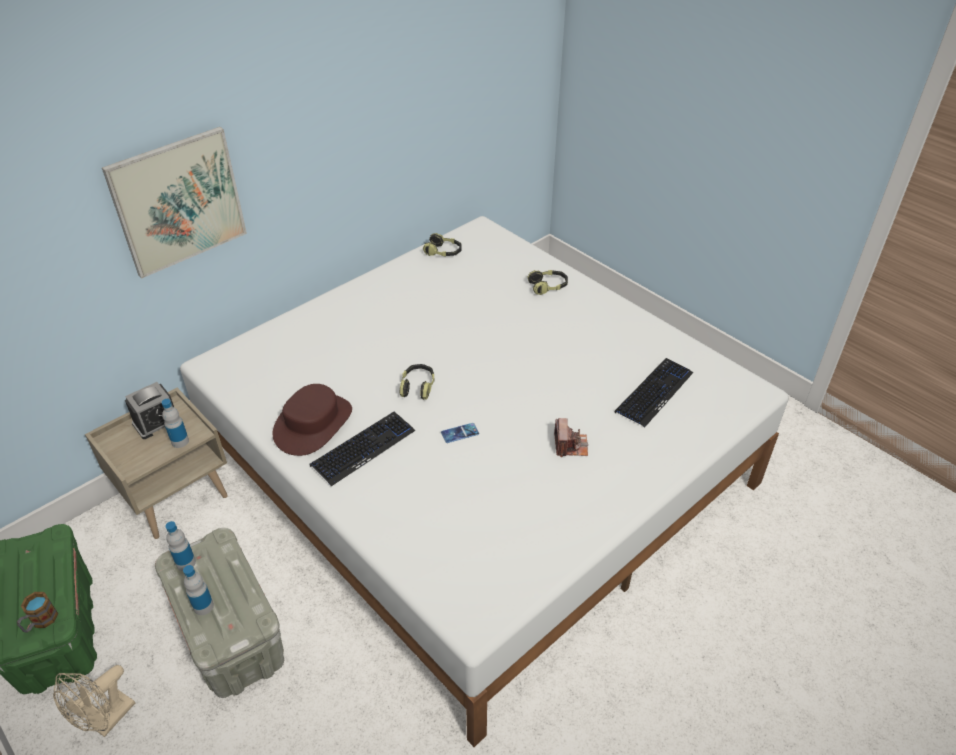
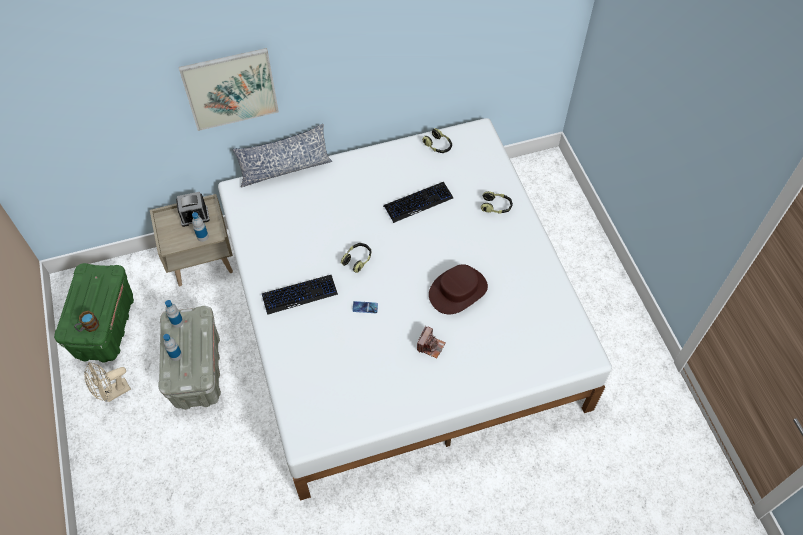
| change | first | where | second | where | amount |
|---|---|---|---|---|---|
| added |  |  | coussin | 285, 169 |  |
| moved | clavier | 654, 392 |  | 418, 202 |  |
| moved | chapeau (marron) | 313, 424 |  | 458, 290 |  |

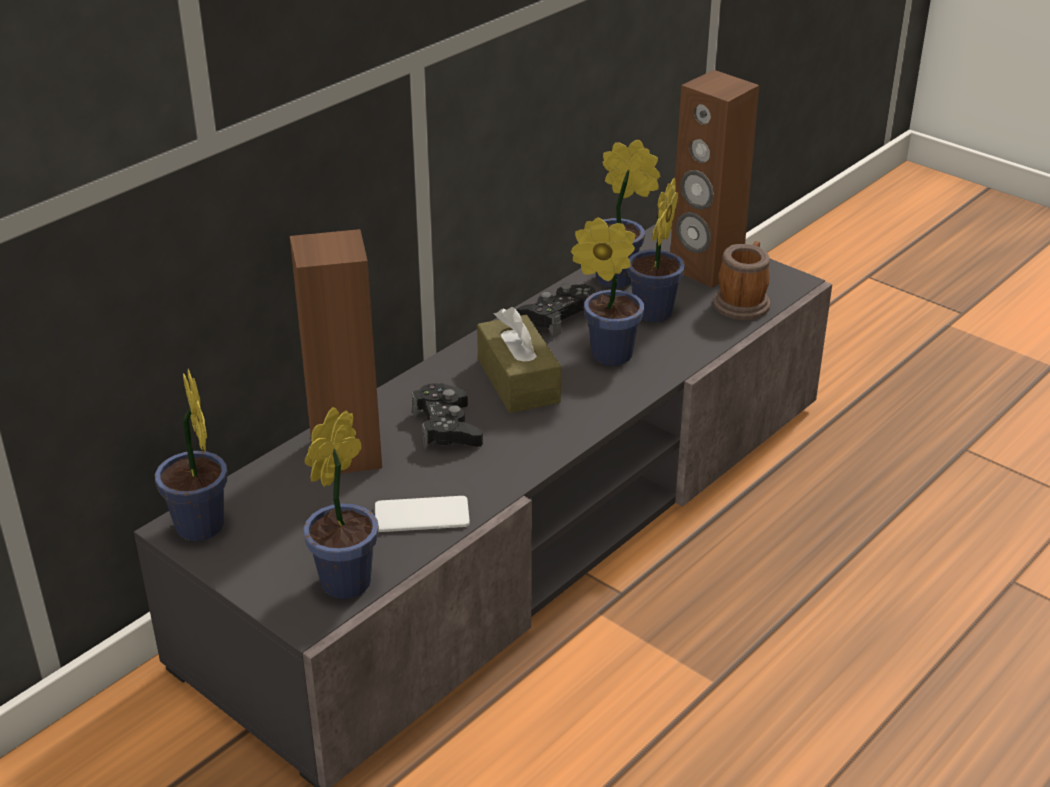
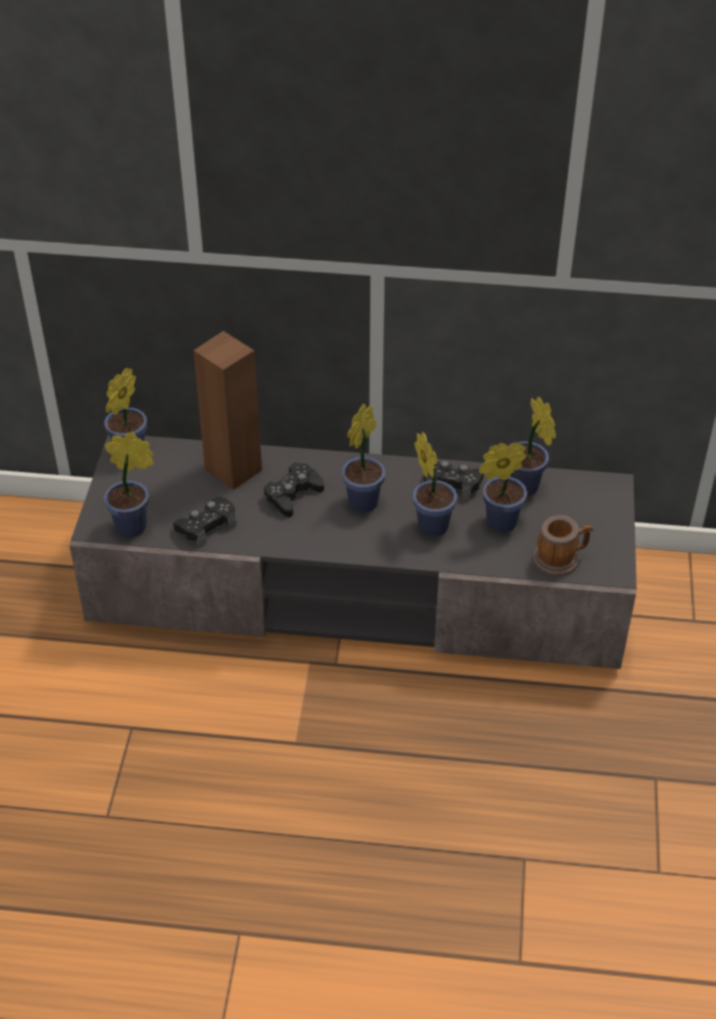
| change | first | where | second | where | amount |
|---|---|---|---|---|---|
| replaced | téléphone | 422, 515 | manette (noir) | 207, 526 |  |
| replaced | boîte à mouchoirs (marron) | 518, 381 | plante en pot | 365, 500 |  |
| removed | enceinte (marron) | 705, 269 |  |  |  |

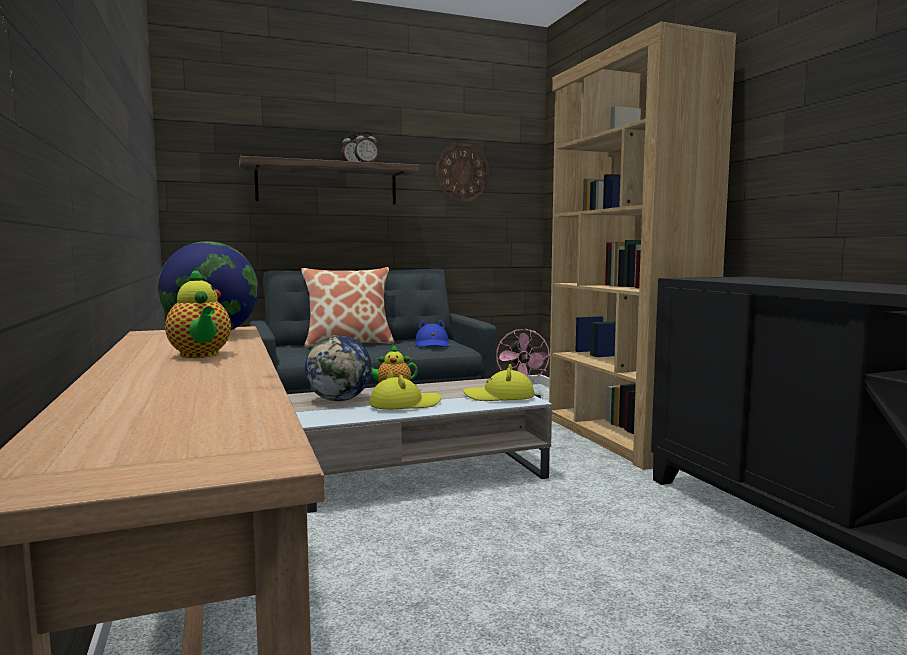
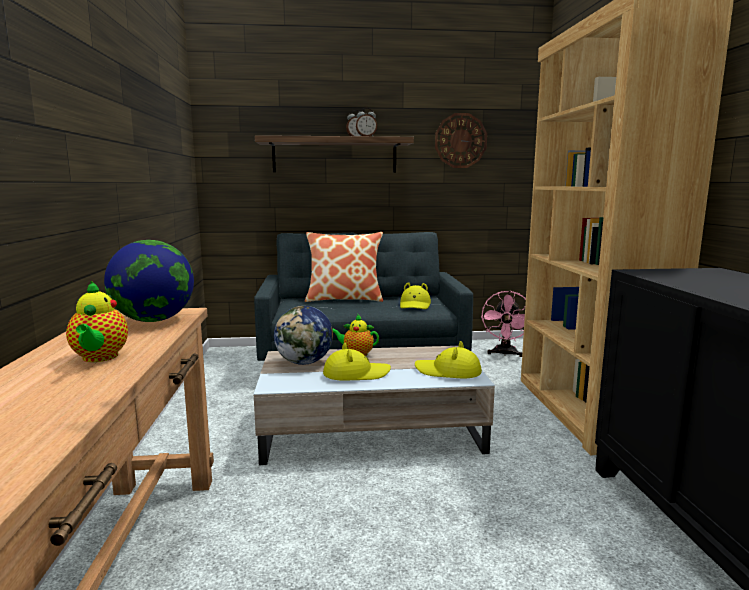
| change | first | where | second | where | amount |
|---|---|---|---|---|---|
| recoloured | chapeau (bleu) | 432, 345 | chapeau (jaune) | 415, 305 |  |

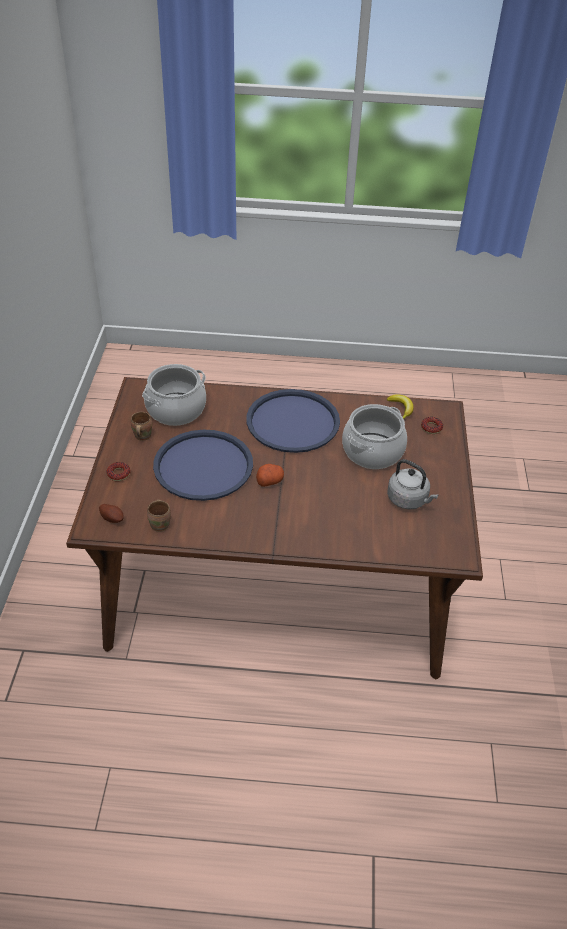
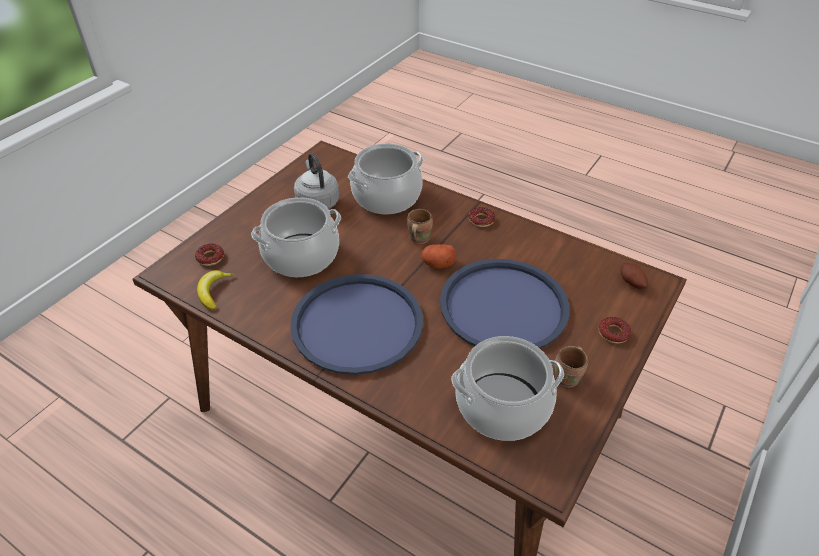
| change | first | where | second | where | amount |
|---|---|---|---|---|---|
| added |  |  | marmite | 386, 196 |  |
| moved | mug (marron) | 161, 524 |  | 418, 239 |  |
| added |  |  | beignet | 481, 220 |  |

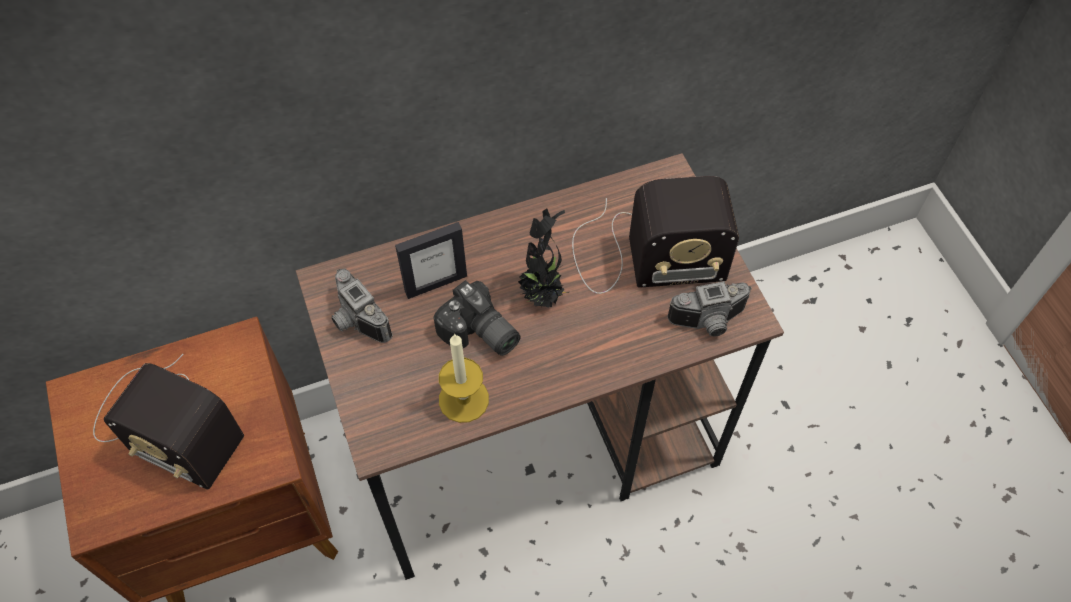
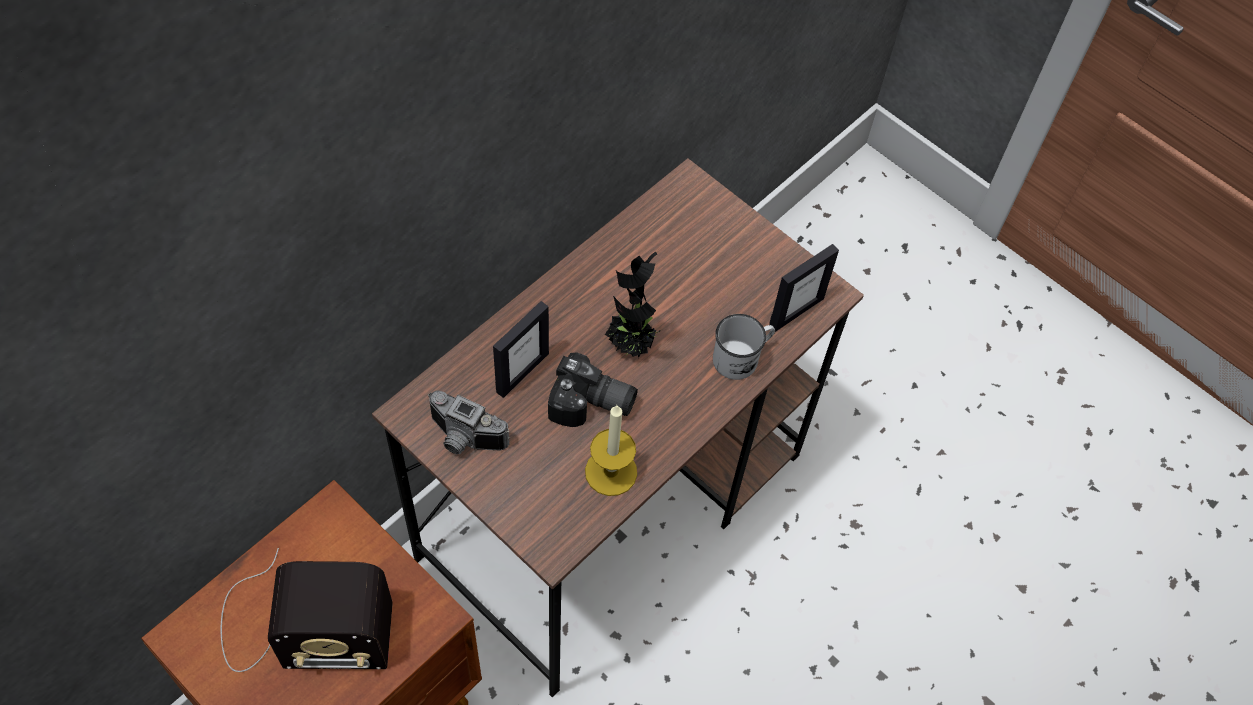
| change | first | where | second | where | amount |
|---|---|---|---|---|---|
| added |  |  | mug (blanc) | 742, 357 |  |
| replaced | appareil photo | 709, 323 | cadre photo | 796, 311 |  |
| removed | radio | 642, 254 |  |  |  |

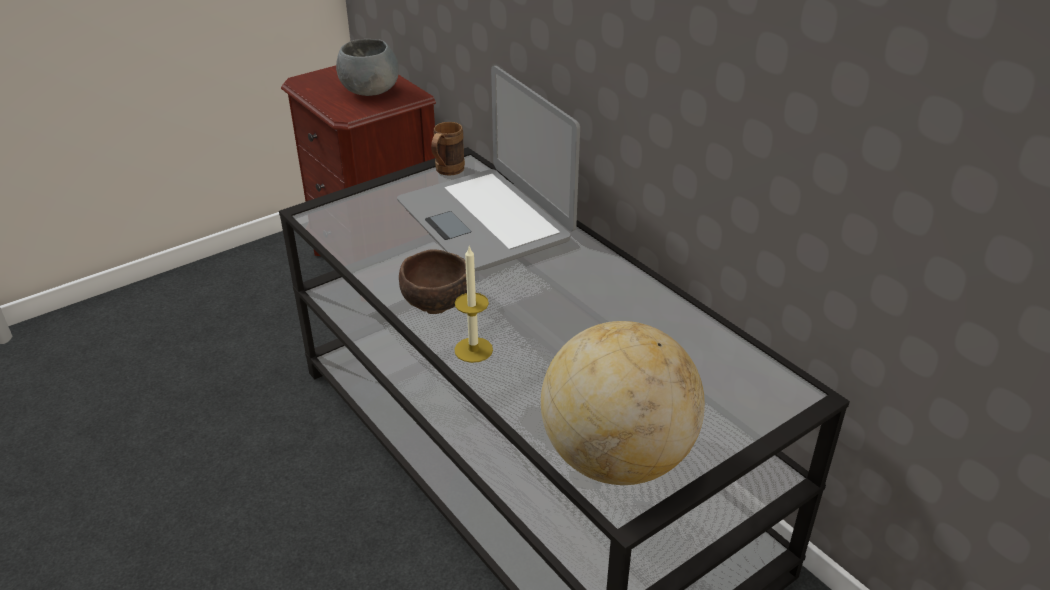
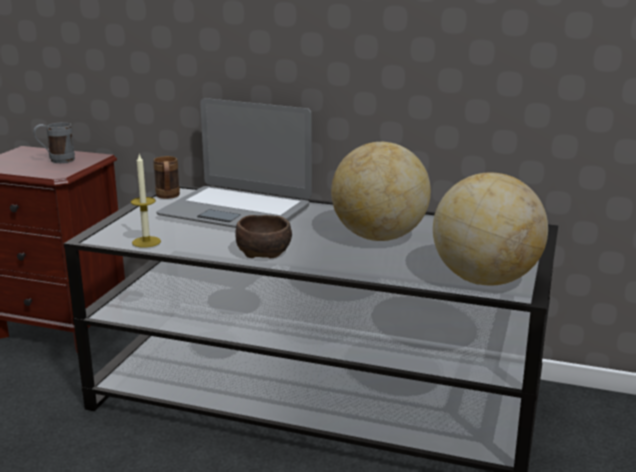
| change | first | where | second | where | amount |
|---|---|---|---|---|---|
| replaced | bol (gris) | 369, 91 | mug (gris) | 56, 161 |  |
| moved | bougie | 473, 350 |  | 146, 242 |  |
| added |  |  | globe | 379, 237 |  |

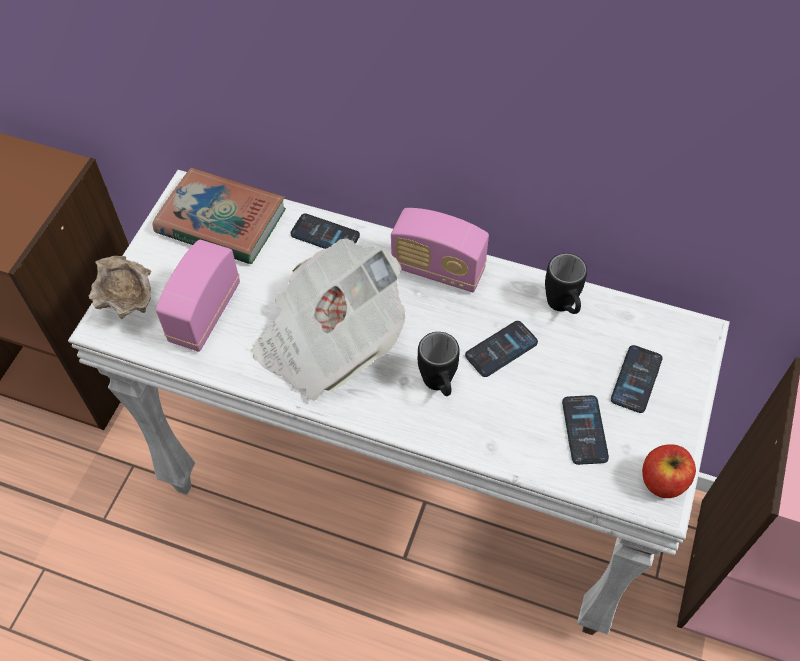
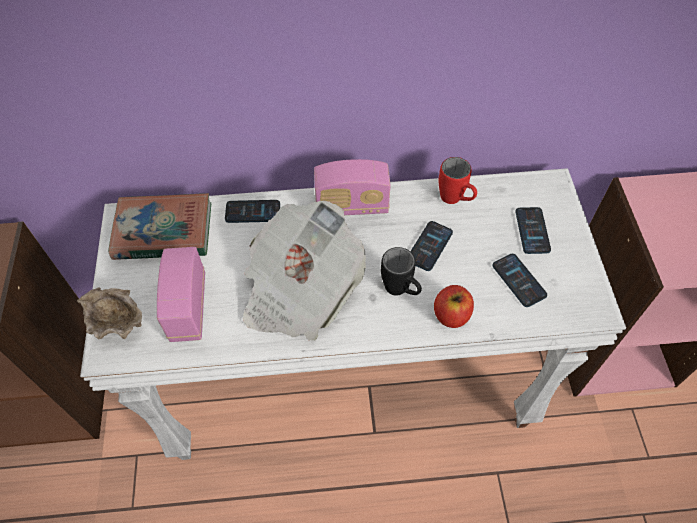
| change | first | where | second | where | amount |
|---|---|---|---|---|---|
| moved | pomme | 663, 480 |  | 451, 315 |  |
| recoloured | mug (noir) | 563, 308 | mug (rouge) | 455, 200 |  |

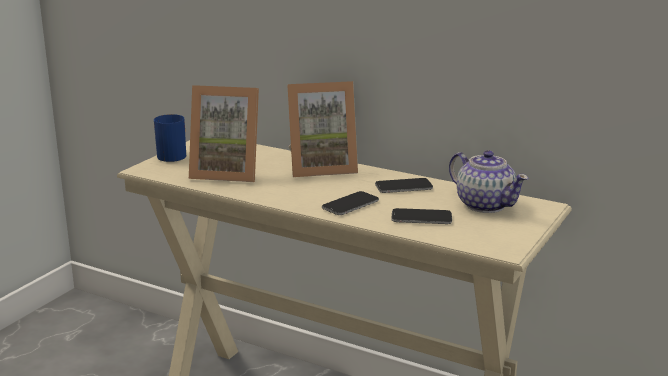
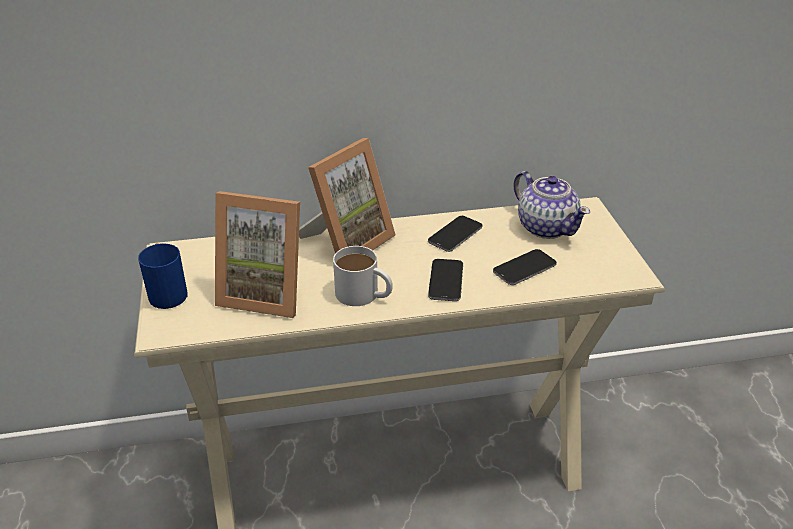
| change | first | where | second | where | amount |
|---|---|---|---|---|---|
| turned | cadre photo | 227, 172 |  | 265, 292 | 45 degrees clockwise |
| added |  |  | mug (blanc) | 364, 295 |  |
| turned | théière | 485, 205 |  | 546, 227 | 45 degrees clockwise |

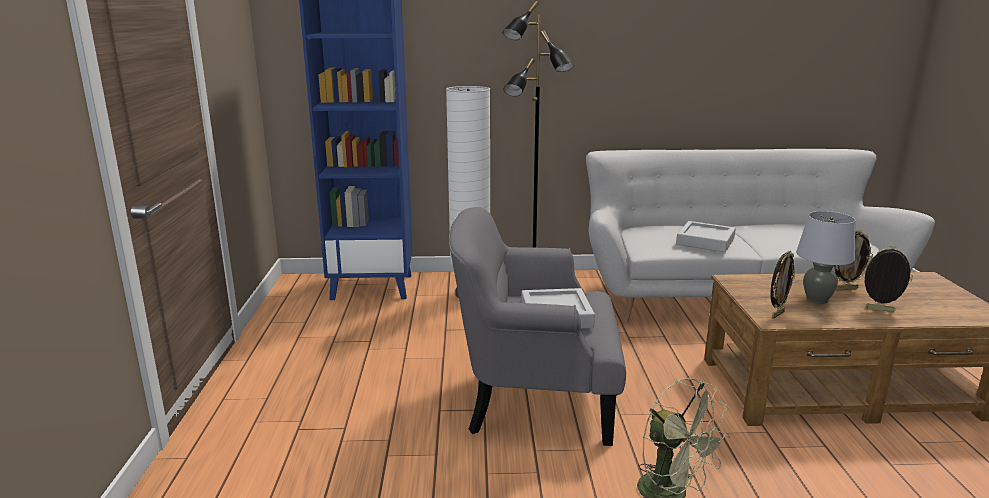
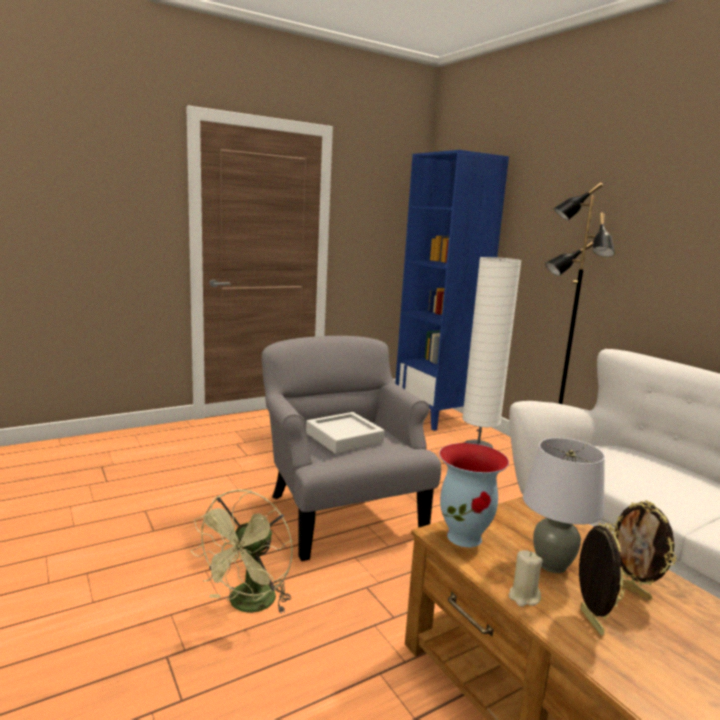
| change | first | where | second | where | amount |
|---|---|---|---|---|---|
| replaced | cadre photo | 777, 314 | vase | 465, 537 |  |
| added |  |  | bougie (beige) | 523, 597 |  |
| removed | plateau (gris) | 705, 241 |  |  |  |

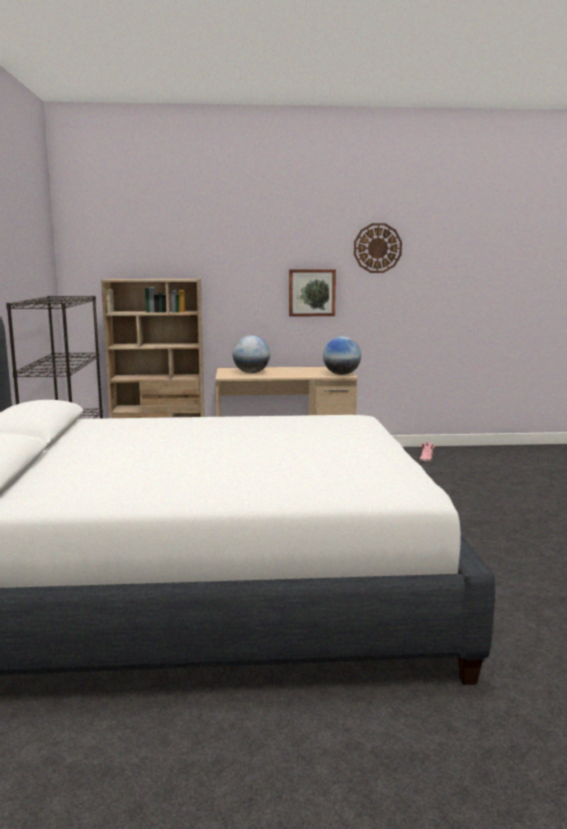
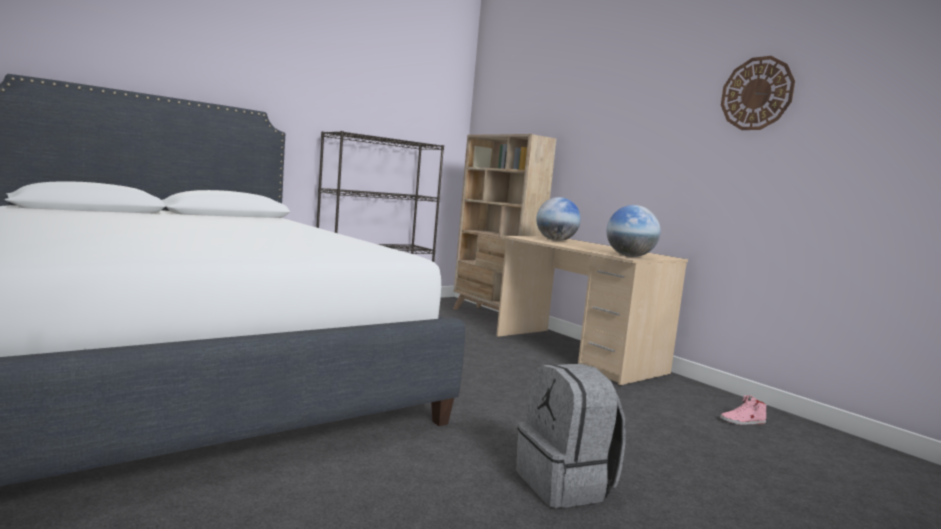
| change | first | where | second | where | amount |
|---|---|---|---|---|---|
| added |  |  | sac à dos (gris) | 565, 484 |  |
| removed | tableau | 311, 292 |  |  |  |

